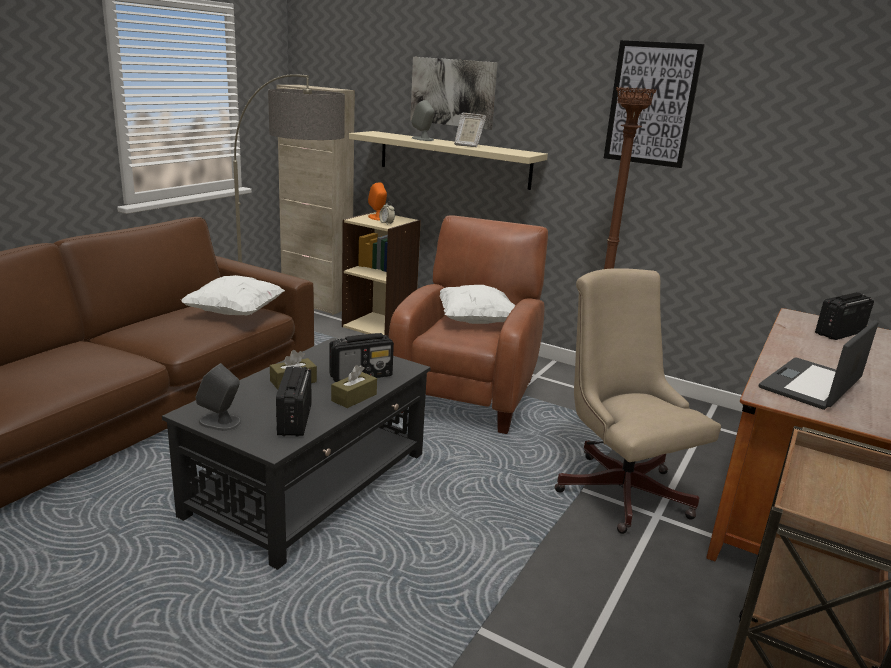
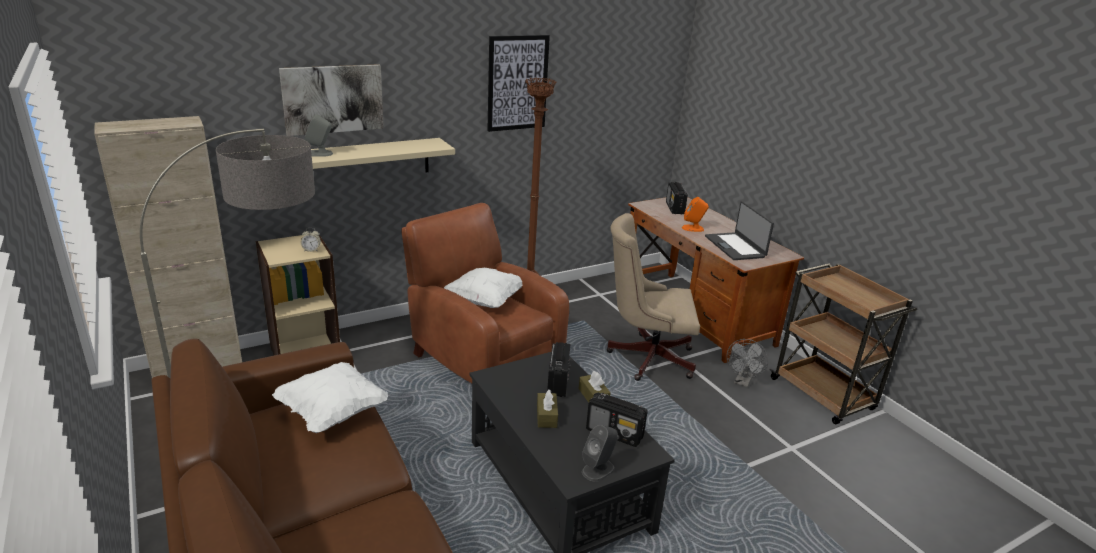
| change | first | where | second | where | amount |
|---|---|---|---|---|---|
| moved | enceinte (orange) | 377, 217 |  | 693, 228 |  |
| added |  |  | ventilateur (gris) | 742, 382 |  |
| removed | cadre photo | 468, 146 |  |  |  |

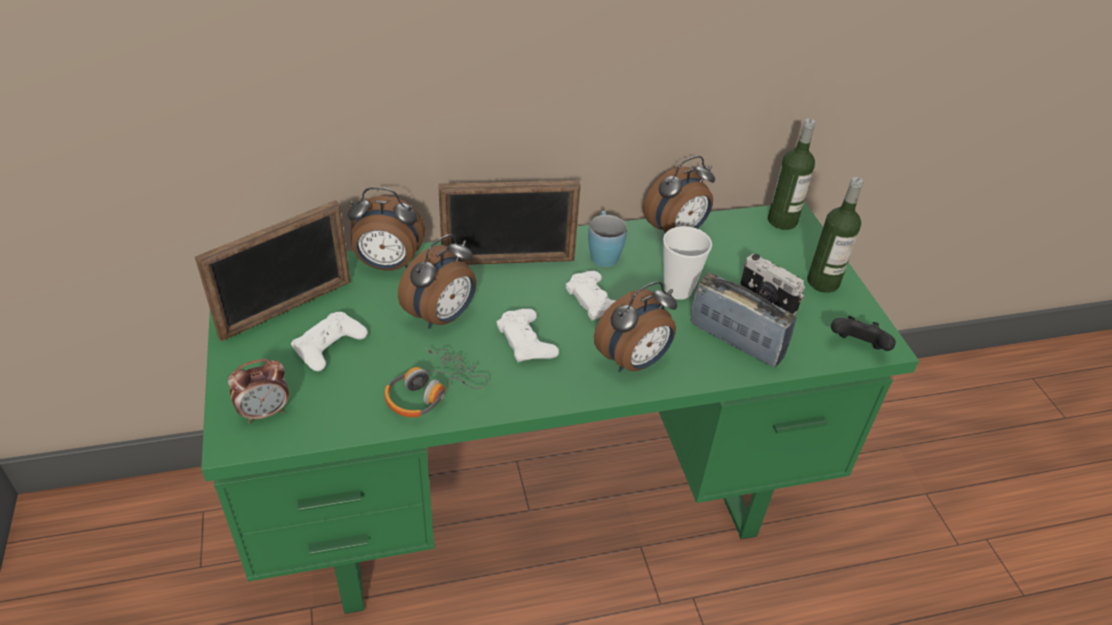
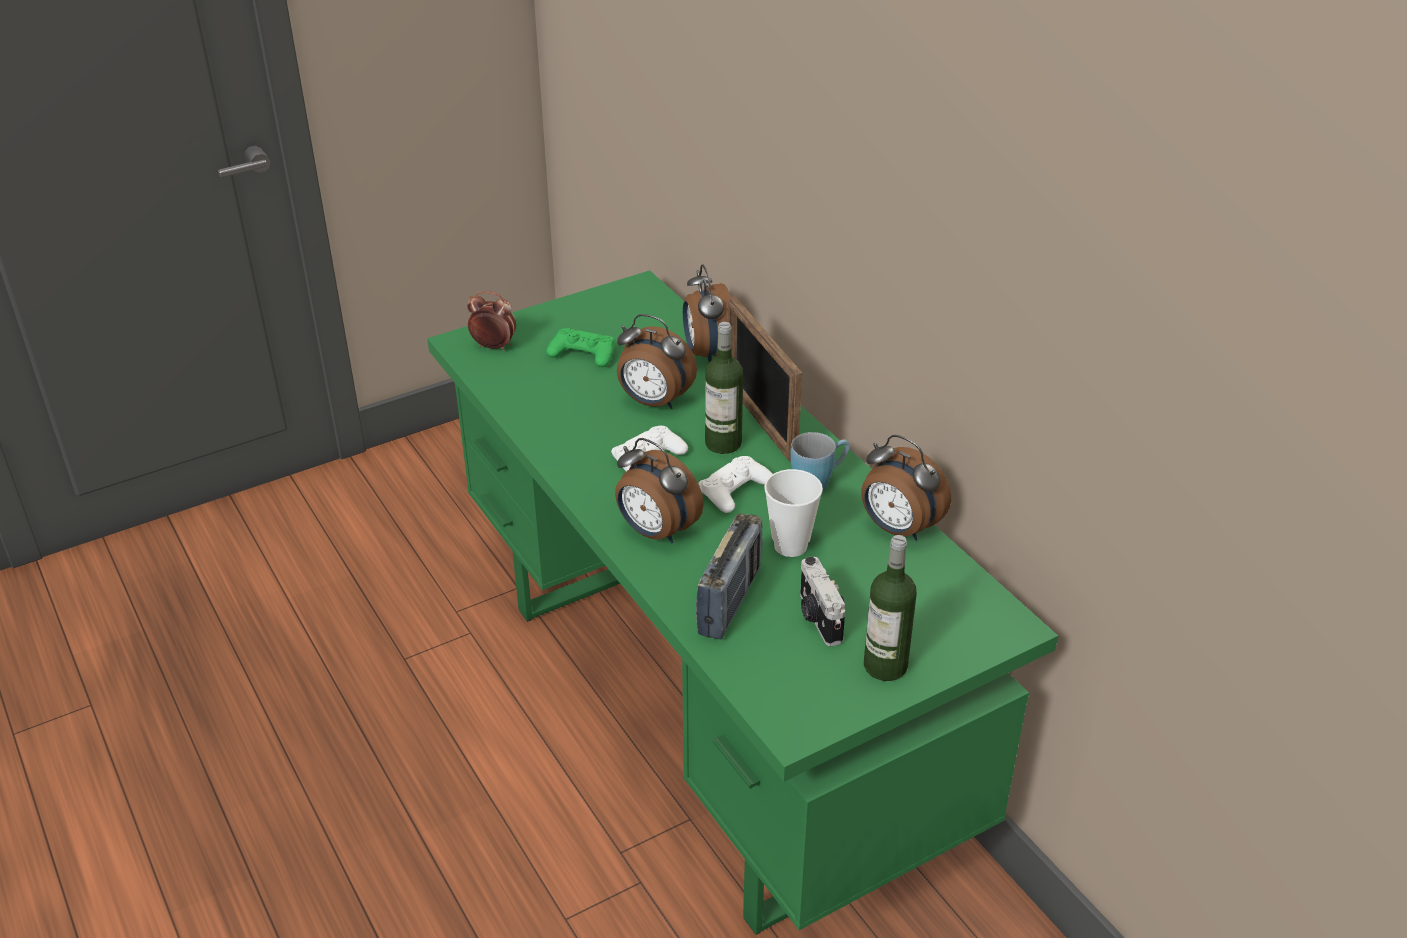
| change | first | where | second | where | amount |
|---|---|---|---|---|---|
| turned | réveil | 265, 412 |  | 493, 346 | 150 degrees clockwise |
| recoloured | manette (blanc) | 329, 346 | manette (vert) | 583, 354 |  |
| moved | bouteille | 782, 221 |  | 723, 443 |  |
| turned | appareil photo | 766, 299 |  | 818, 618 | 45 degrees counterclockwise |
| removed | cadre photo | 287, 309 |  |  |  |
| removed | casque audio | 431, 392 |  |  |  |
| removed | manette (noir) | 857, 347 |  |  |  |

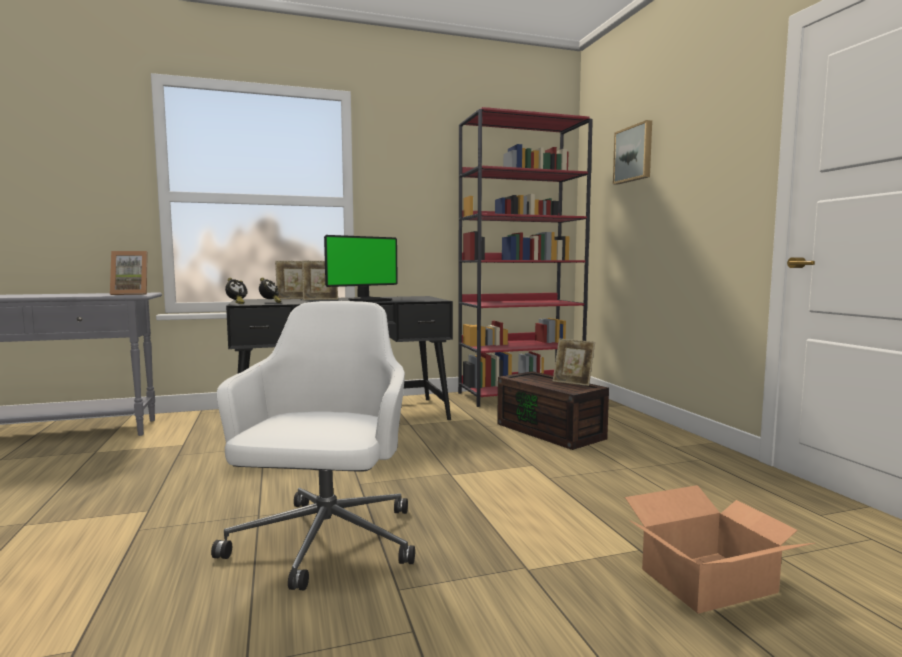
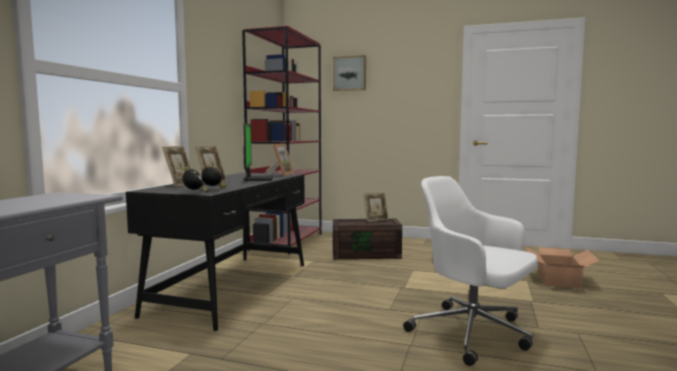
| change | first | where | second | where | amount |
|---|---|---|---|---|---|
| moved | cadre photo | 131, 294 |  | 281, 175 |  |

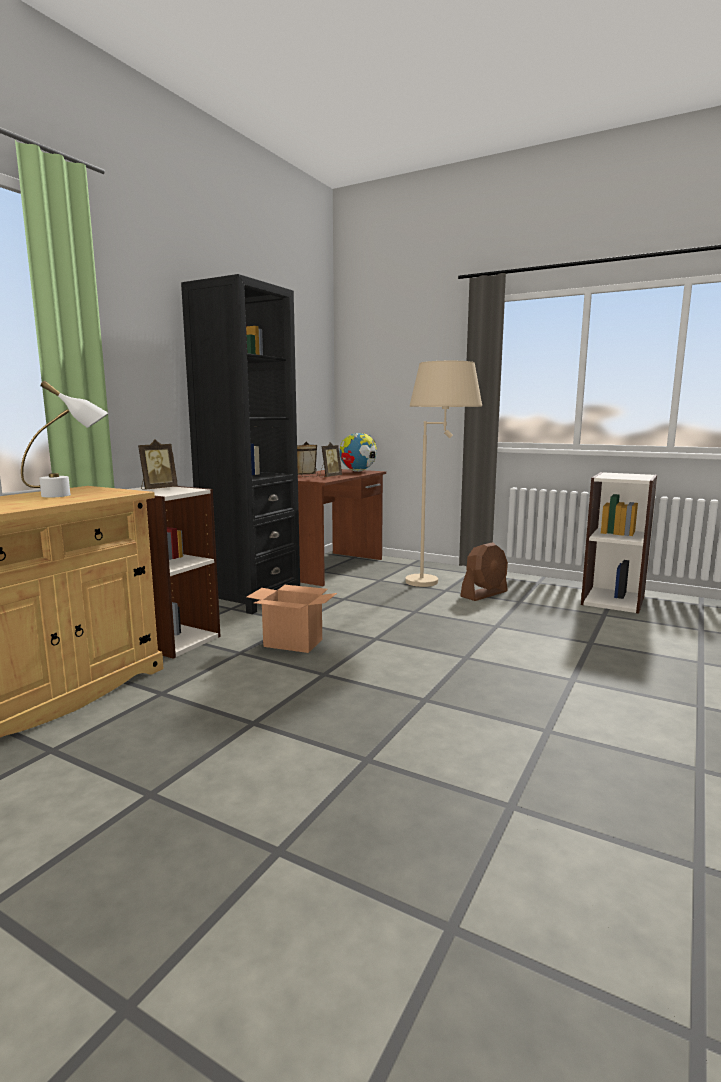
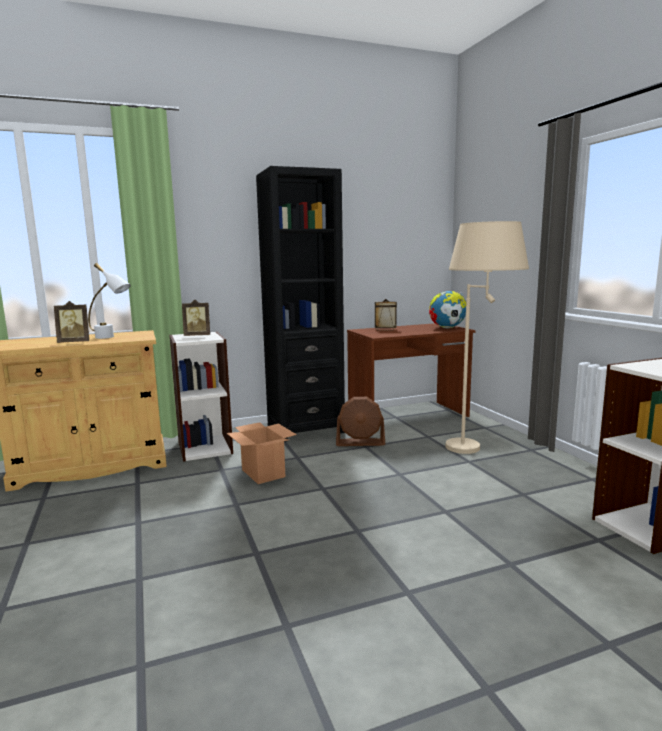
| change | first | where | second | where | amount |
|---|---|---|---|---|---|
| moved | cadre photo | 329, 477 |  | 75, 342 |  |
| moved | ventilateur (marron) | 484, 594 |  | 360, 443 |  |

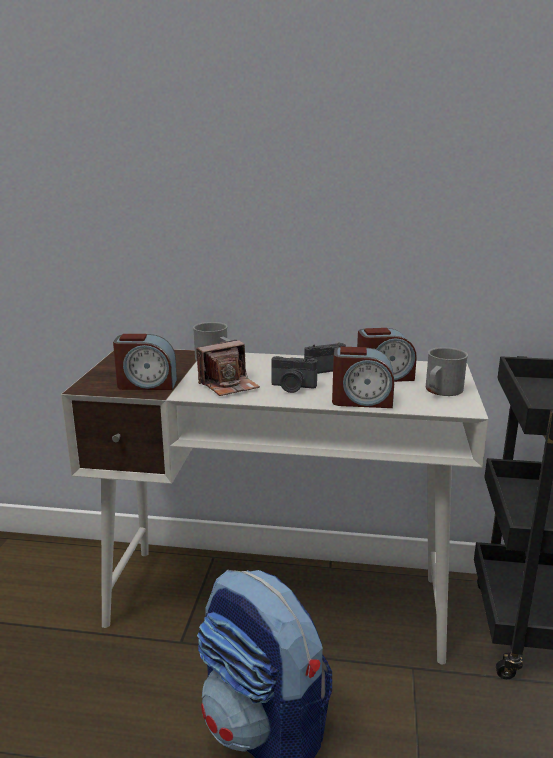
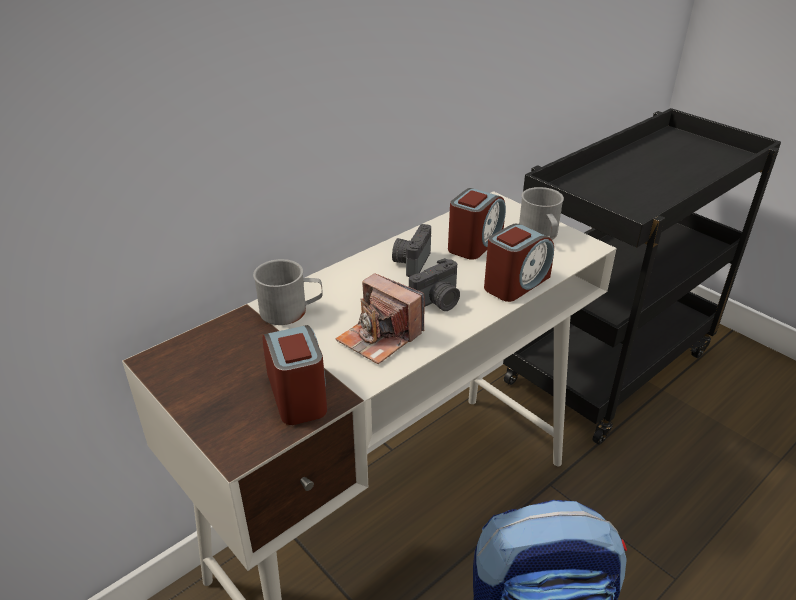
| change | first | where | second | where | amount |
|---|---|---|---|---|---|
| turned | réveil | 146, 384 |  | 298, 394 | 60 degrees counterclockwise |
| turned | appareil photo | 228, 385 |  | 380, 337 | 120 degrees clockwise |

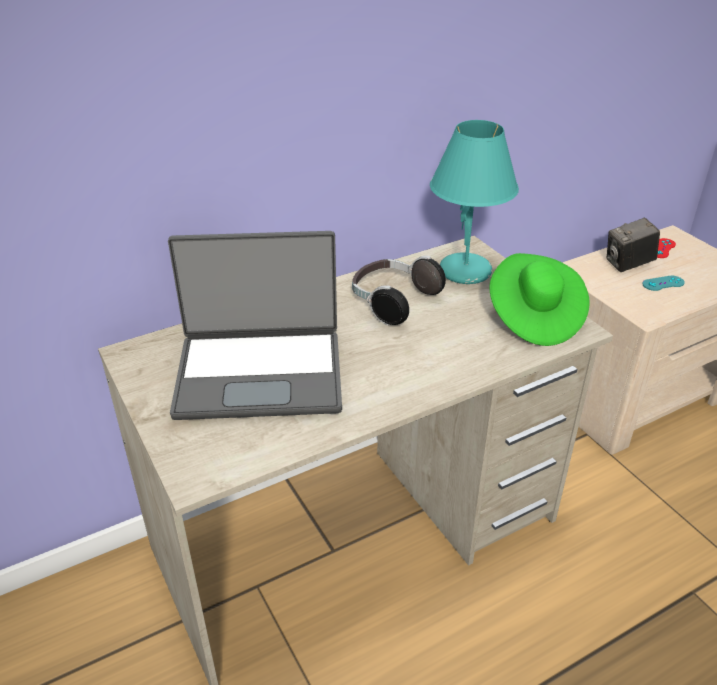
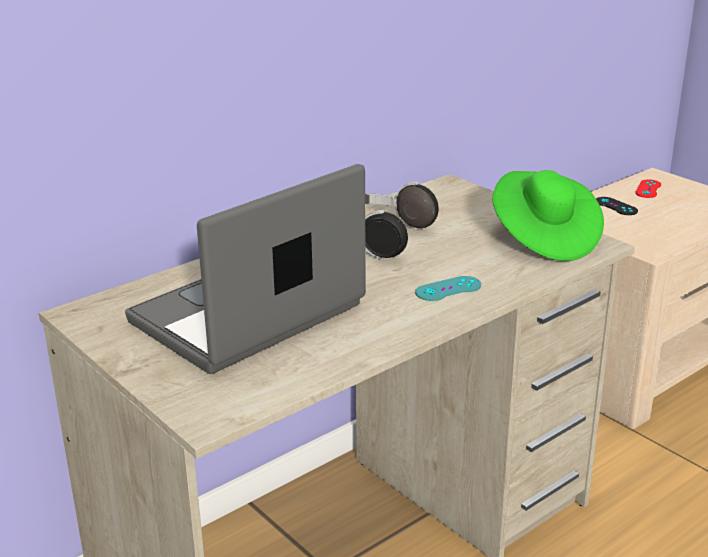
| change | first | where | second | where | amount |
|---|---|---|---|---|---|
| turned | ordinateur portable | 260, 374 |  | 249, 316 | 150 degrees clockwise |
| moved | manette (turquoise) | 663, 283 |  | 448, 289 |  |
| replaced | appareil photo | 628, 264 | manette (noir) | 616, 206 |  |
| removed | lampe de table (turquoise) | 466, 272 |  |  |  |

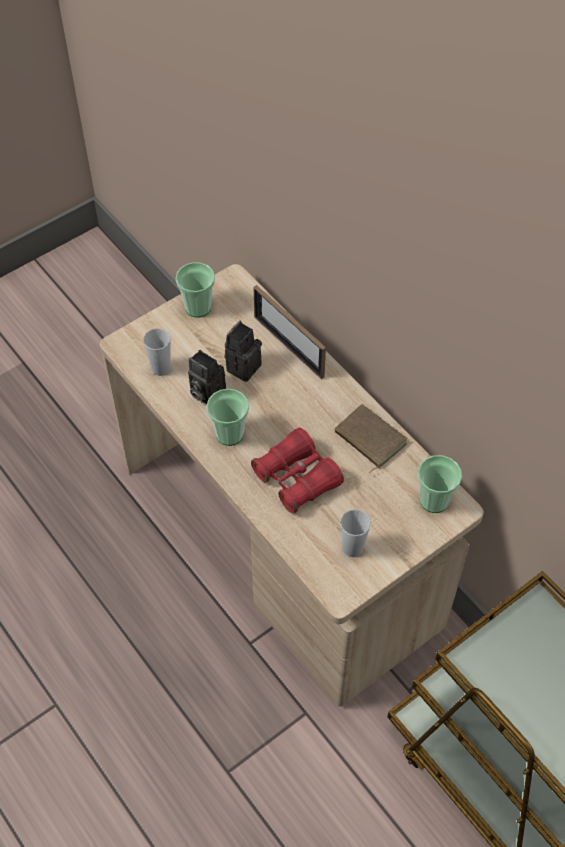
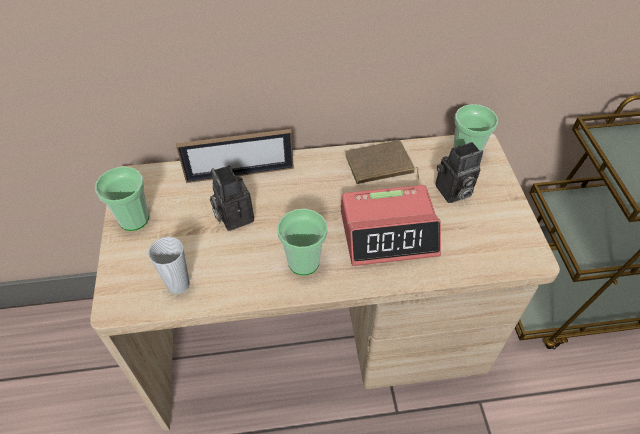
| change | first | where | second | where | amount |
|---|---|---|---|---|---|
| replaced | jumelles (rouge) | 297, 478 | réveil | 389, 233 |  |
| moved | appareil photo | 205, 392 |  | 452, 192 |  |
| removed | tasse | 352, 548 |  |  |  |

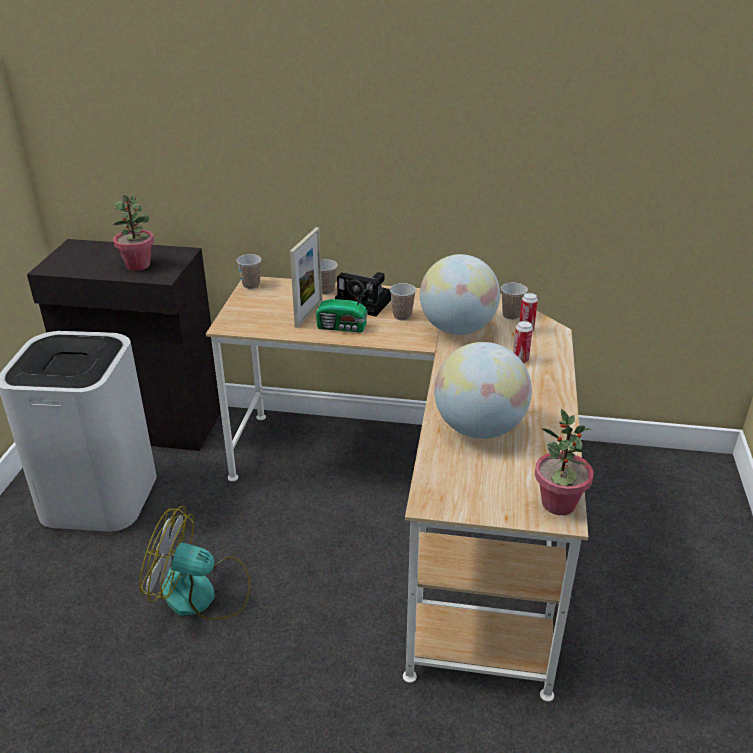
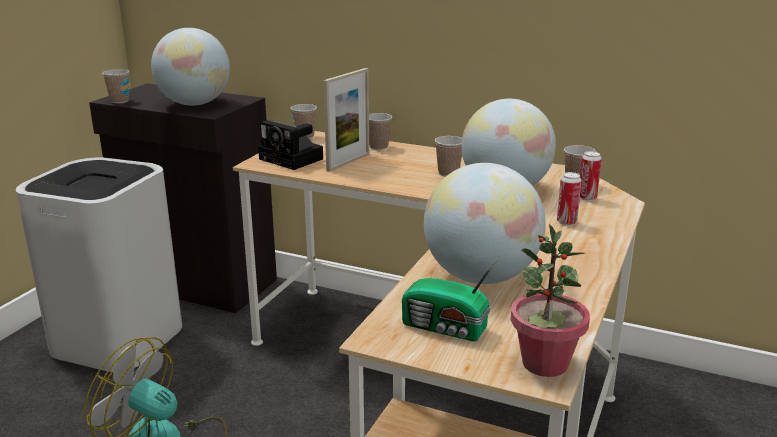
| change | first | where | second | where | amount |
|---|---|---|---|---|---|
| added |  |  | tasse | 119, 101 |  |
| replaced | plante en pot | 138, 265 | globe | 194, 104 |  |
| moved | appareil photo | 365, 304 |  | 293, 159 |  |
| moved | radio | 343, 327 |  | 446, 328 |  |

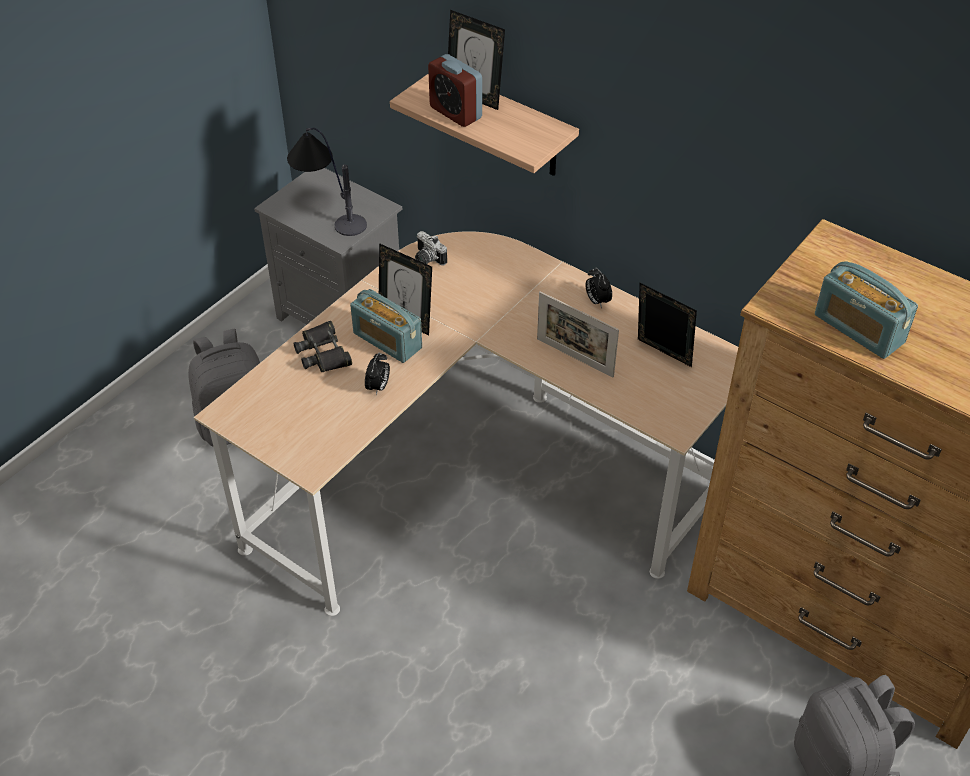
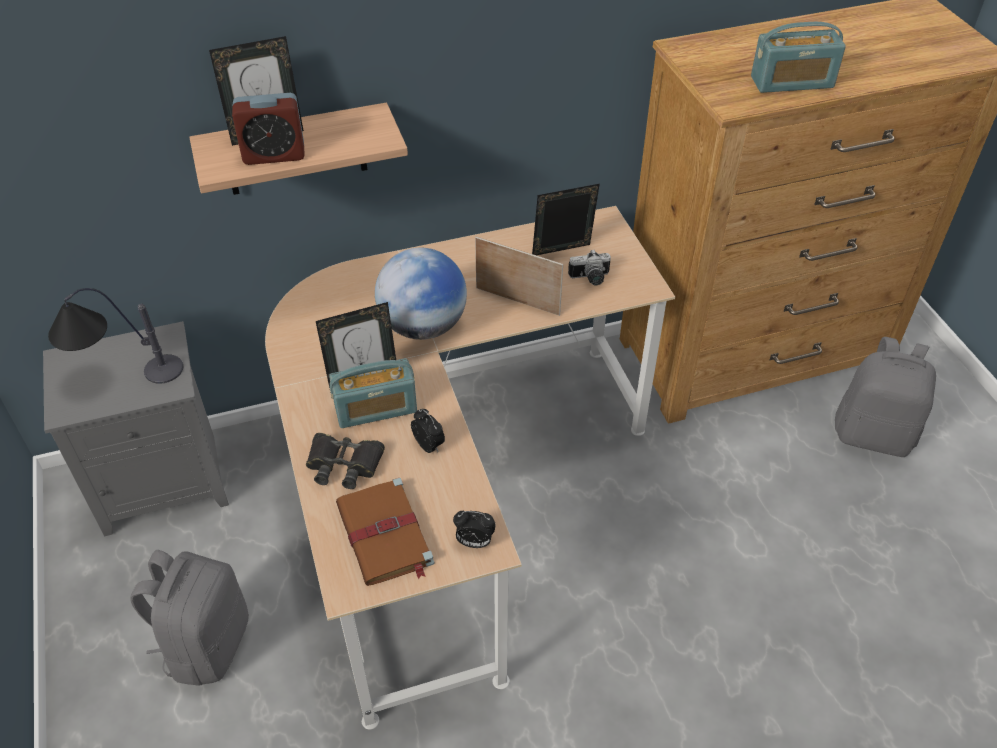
| change | first | where | second | where | amount |
|---|---|---|---|---|---|
| added |  |  | livre (marron) | 385, 535 |  |
| added |  |  | globe | 423, 326 |  |
| moved | réveil | 597, 301 |  | 474, 542 |  |
| turned | cadre photo | 574, 357 |  | 517, 301 | 135 degrees counterclockwise |
| moved | appareil photo | 427, 259 |  | 590, 279 |  |

